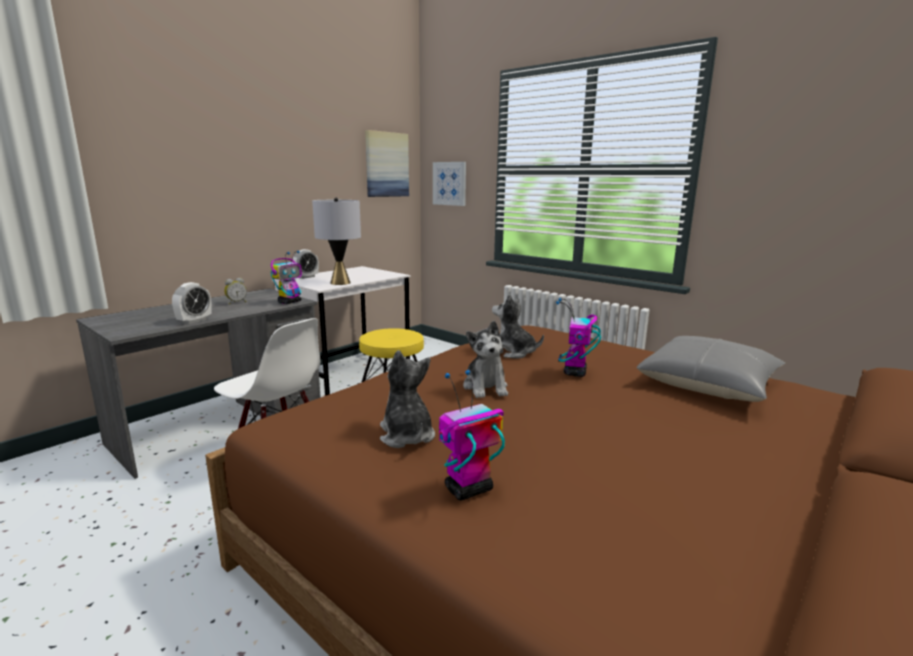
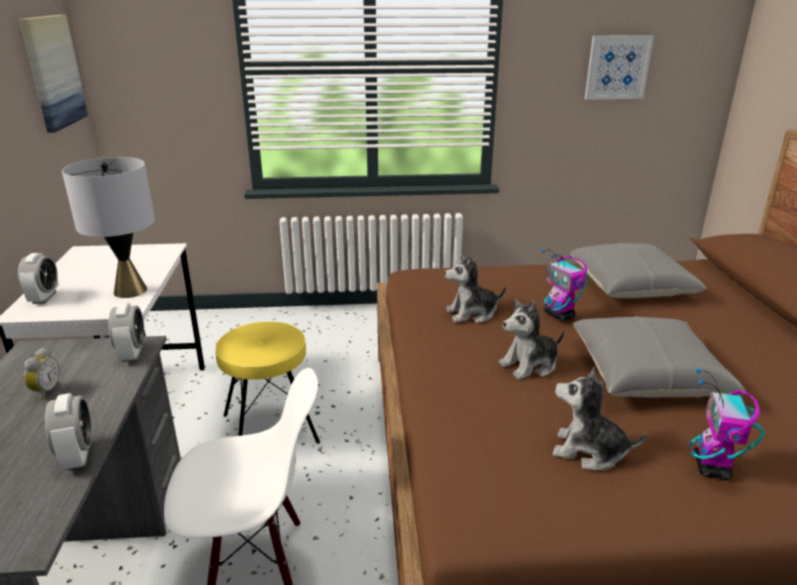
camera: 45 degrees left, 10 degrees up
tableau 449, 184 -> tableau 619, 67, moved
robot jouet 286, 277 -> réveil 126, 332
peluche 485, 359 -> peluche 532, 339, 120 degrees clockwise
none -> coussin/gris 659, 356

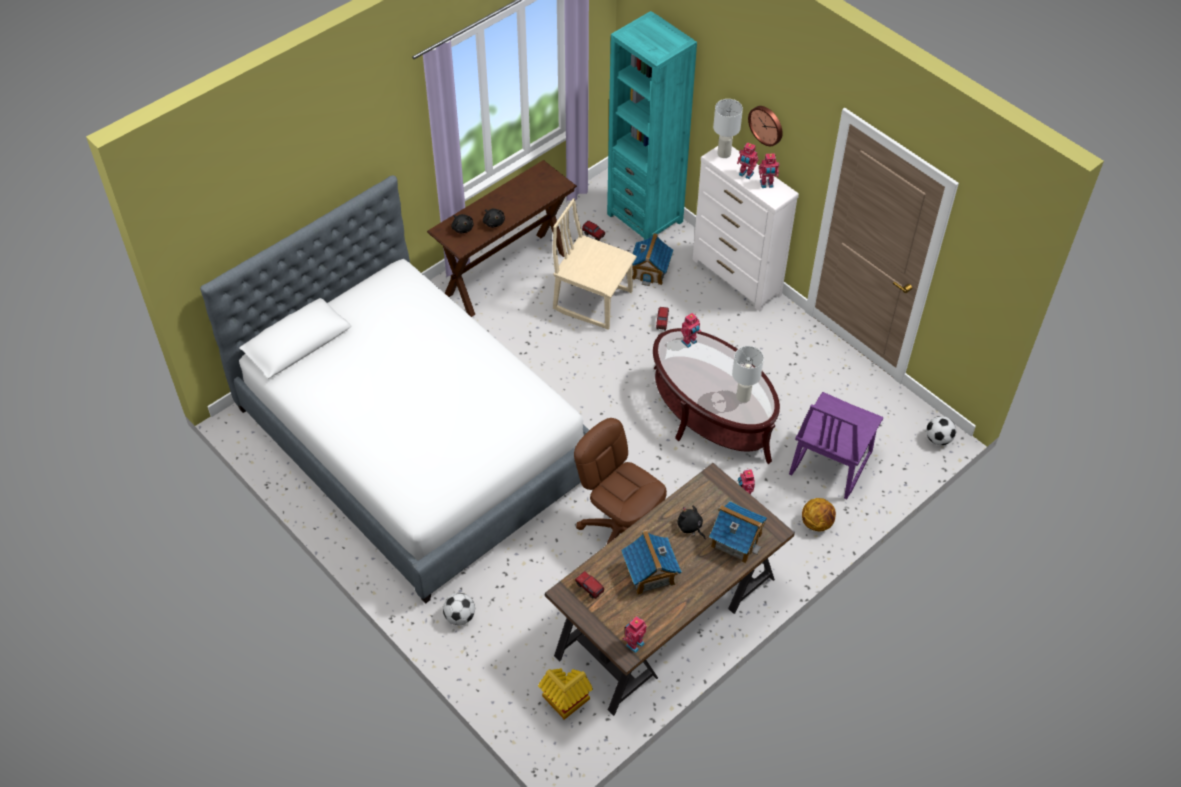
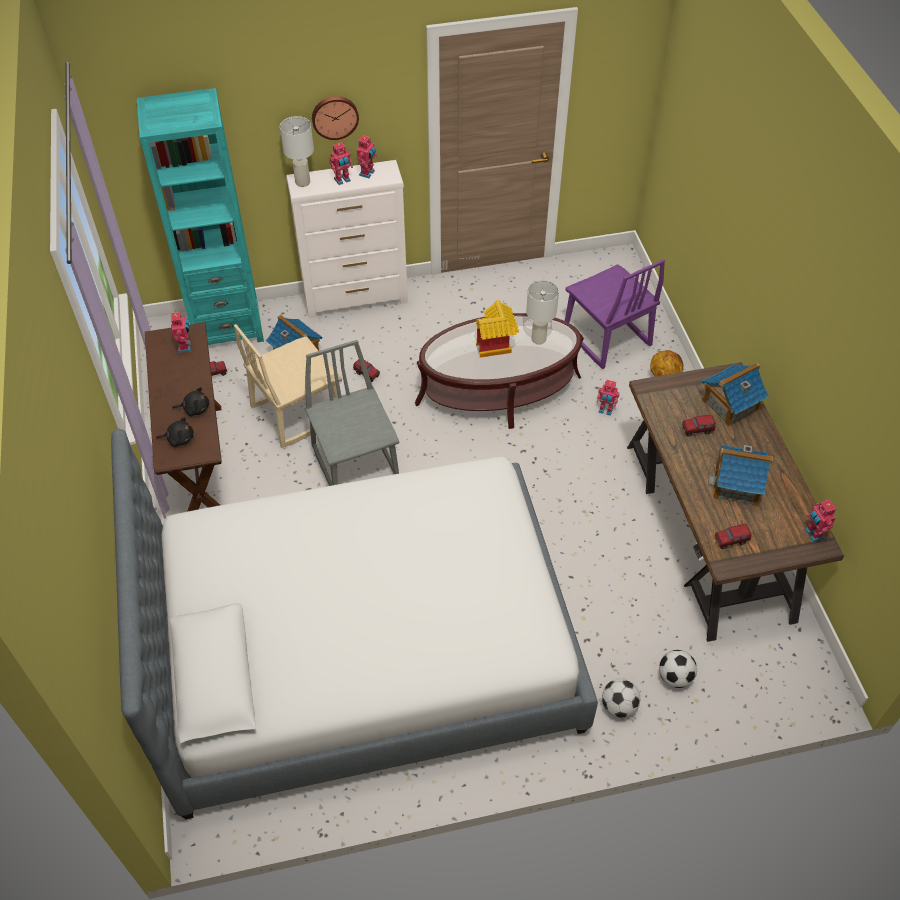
camera: 60 degrees left, 0 degrees up
robot jouet 691, 330 -> robot jouet 181, 332, moved
ballon de foot 941, 430 -> ballon de foot 678, 669, moved
chaise de bureau/marron 620, 481 -> none
peluche/noir 691, 522 -> camion jouet 699, 426
maison miniature 565, 694 -> maison miniature 497, 329, moved
none -> chaise/gris 352, 413

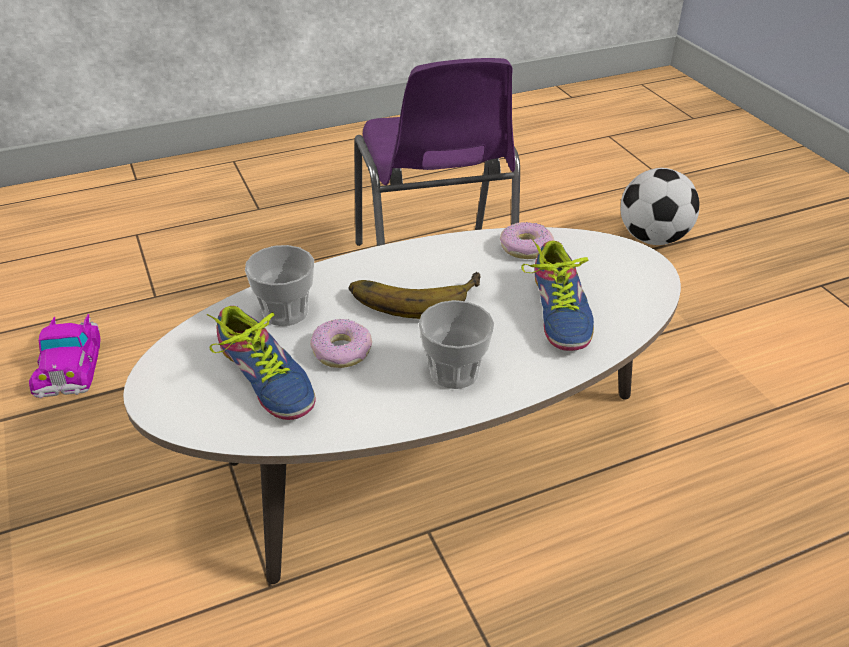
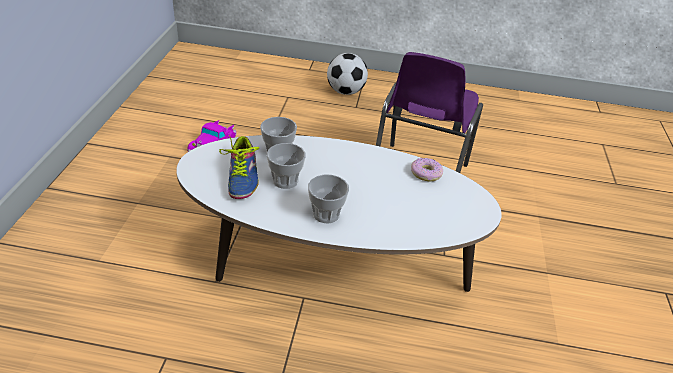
camera: 30 degrees right, 0 degrees up
ballon de foot 660, 206 -> ballon de foot 347, 74, moved
chaussure 557, 295 -> none
banane 415, 295 -> none
beignet 341, 343 -> tasse 286, 166

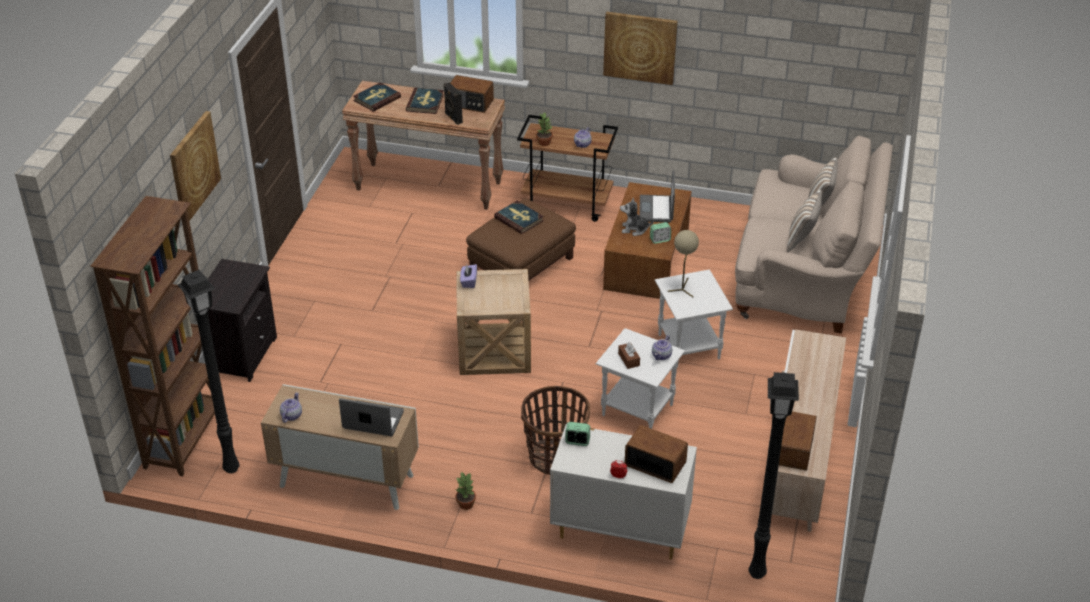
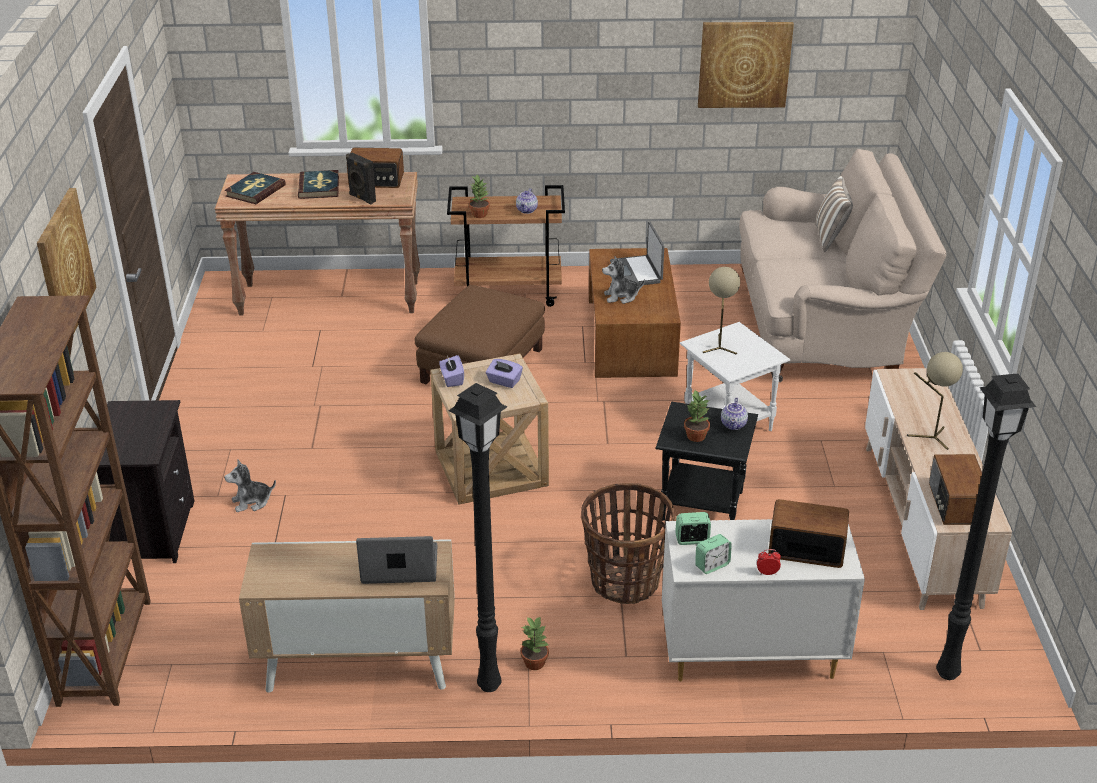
camera: 15 degrees left, 5 degrees down
tableau 640, 48 -> tableau 746, 65, moved
coussin 804, 221 -> none
livre 519, 217 -> none
réveil 660, 233 -> réveil 713, 554, moved
lampadaire/noir 209, 371 -> lampadaire/noir 477, 537, moved
table d'appoint/blanc 640, 378 -> table d'appoint/noir 707, 461
boîte à mouchoirs/marron 629, 355 -> plante en pot 697, 416
théière 291, 407 -> none
none -> lampe de table/beige 935, 401
none -> boîte à mouchoirs/violet 504, 373
none -> peluche 250, 486

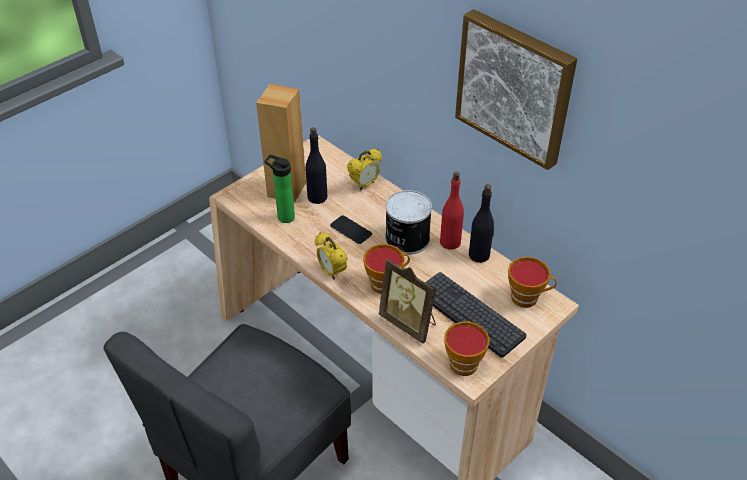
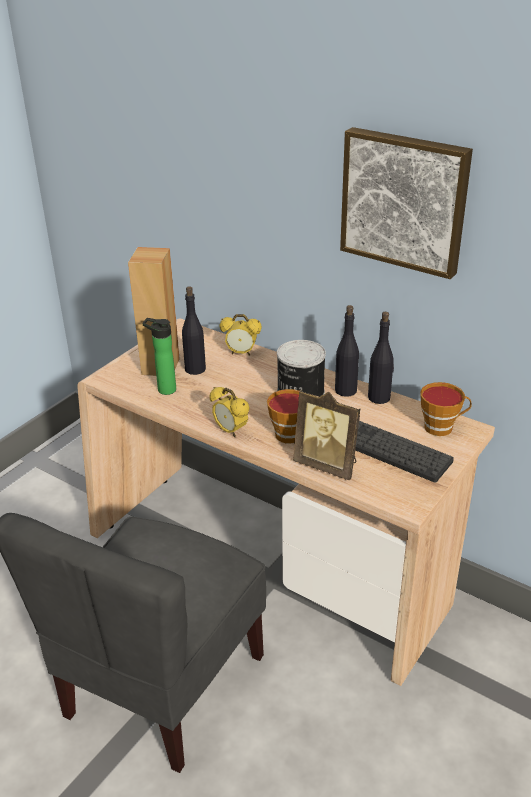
camera: 10 degrees left, 10 degrees down
réveil 364, 169 -> réveil 241, 335, 60 degrees clockwise
bouteille/rouge 452, 211 -> bouteille/noir 347, 351
téléphone 351, 229 -> none
tasse 466, 348 -> none

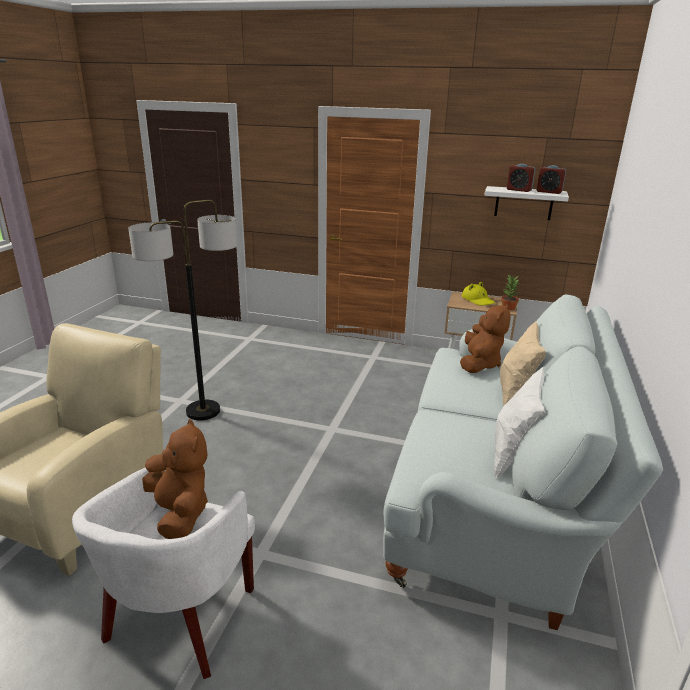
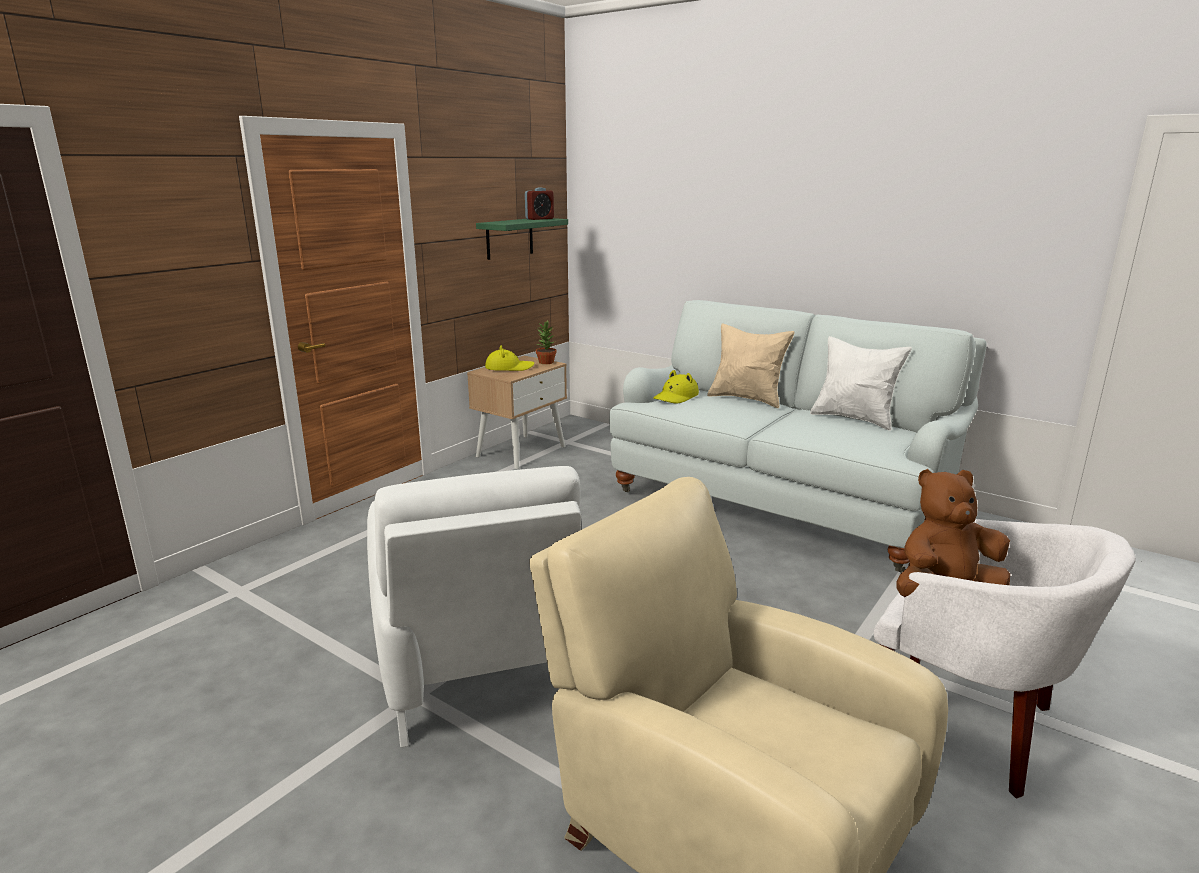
camera: 70 degrees left, 5 degrees down
réveil 521, 178 -> none
étagère/blanc 526, 203 -> étagère/vert 522, 239
lampadaire 182, 310 -> fauteuil/blanc 474, 607
peluche/marron 485, 338 -> chapeau/jaune 676, 387

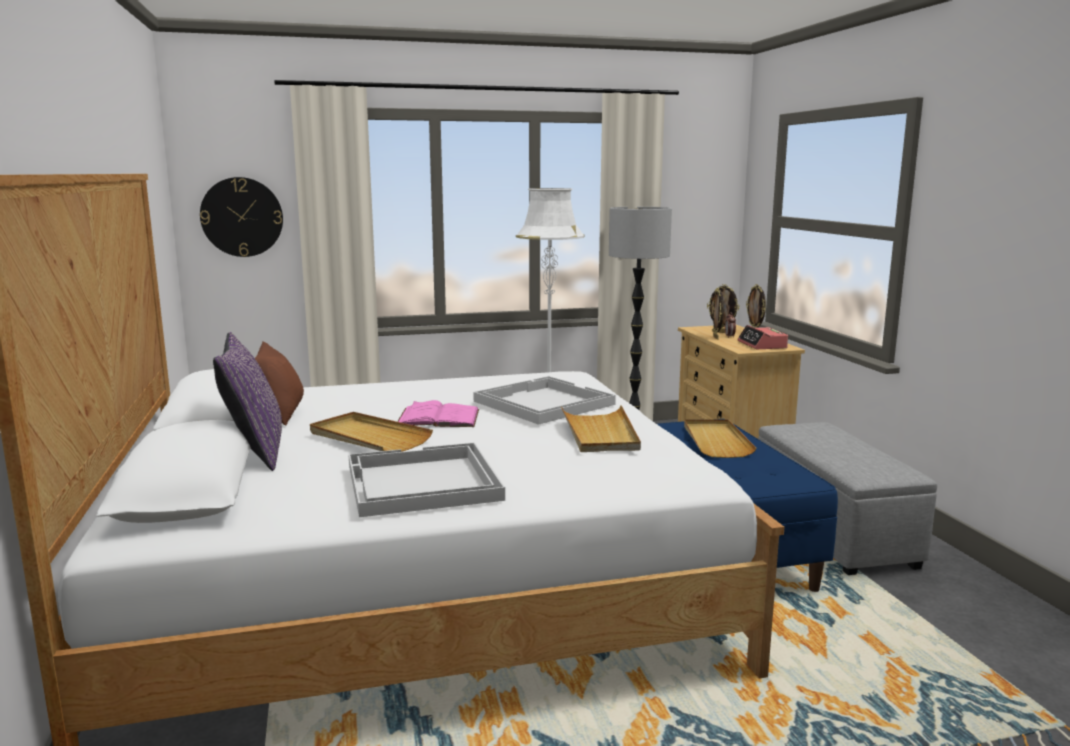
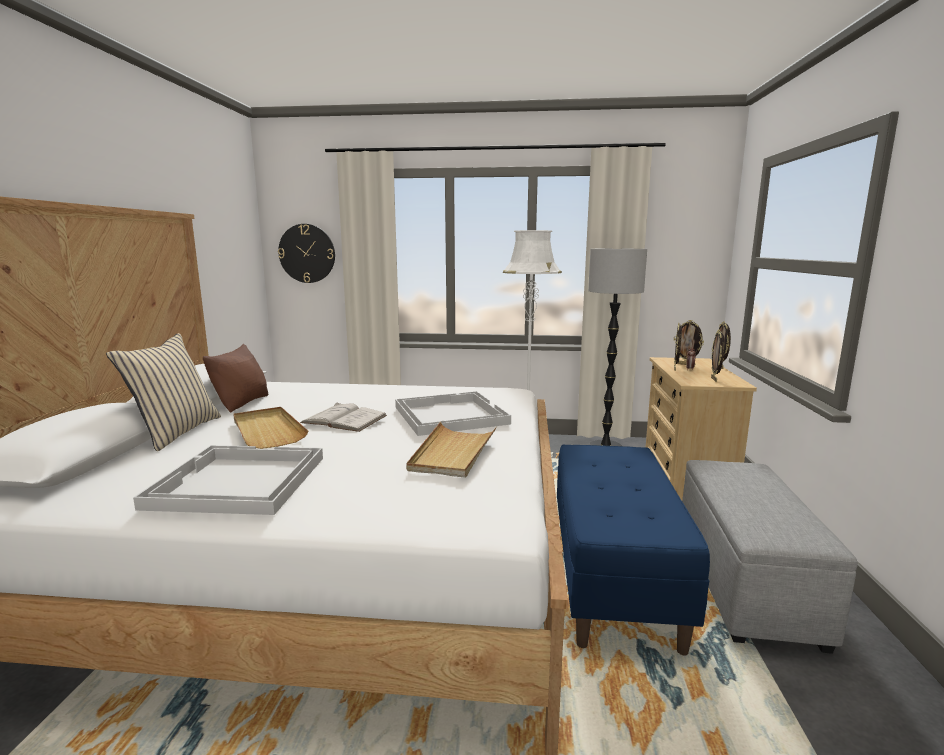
camera: 20 degrees right, 0 degrees up
réveil 763, 337 -> cadre photo 718, 355
coussin/violet 247, 401 -> coussin/beige 163, 392
livre/rose 438, 413 -> livre/blanc 343, 417
plateau/beige 720, 438 -> none

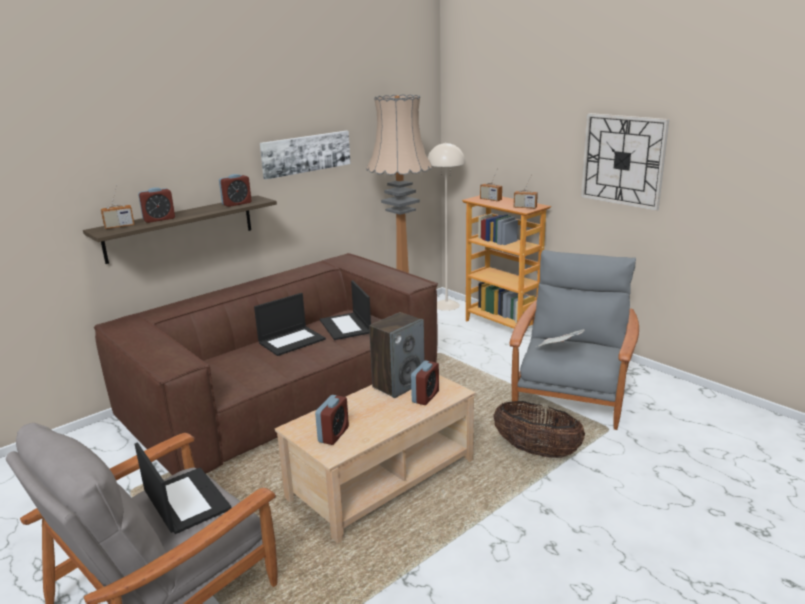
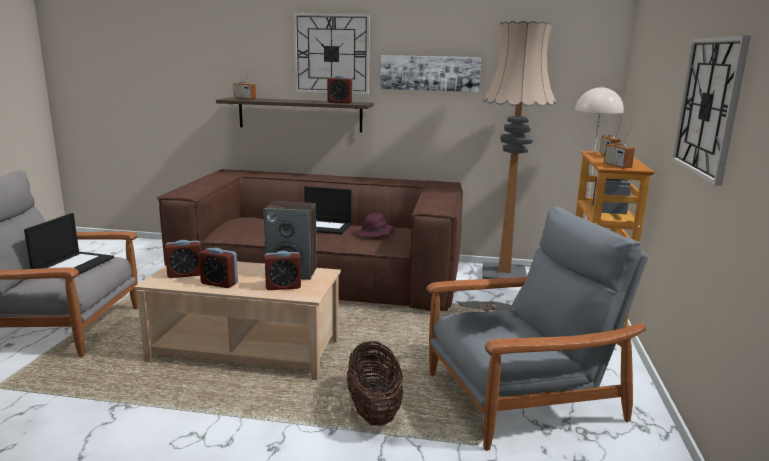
camera: 50 degrees right, 5 degrees down
réveil 156, 205 -> réveil 218, 268, moved
ordinateur portable 345, 310 -> chapeau/violet 375, 225
none -> horloge murale 331, 54

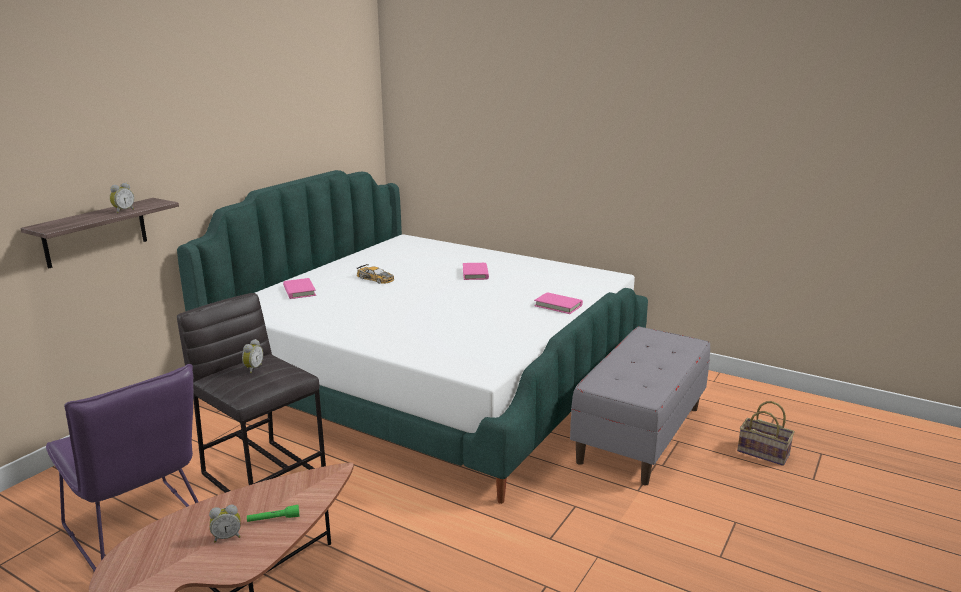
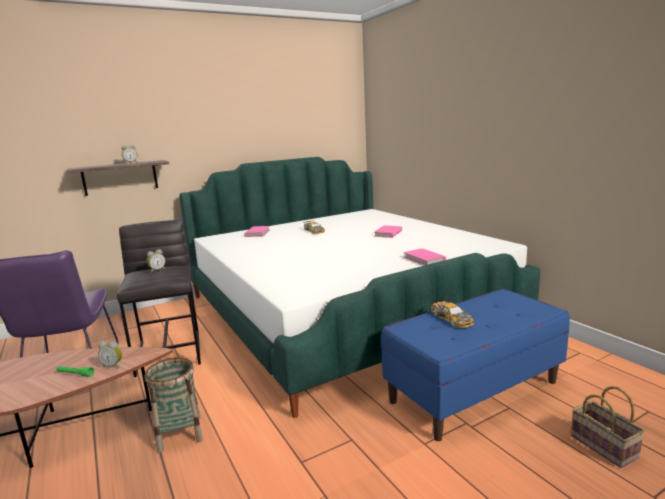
camera: 30 degrees right, 5 degrees down
banc/gris 640, 406 -> banc/bleu 475, 365
réveil 225, 523 -> réveil 110, 354, moved
none -> petite voiture 452, 313
none -> panier 173, 405

